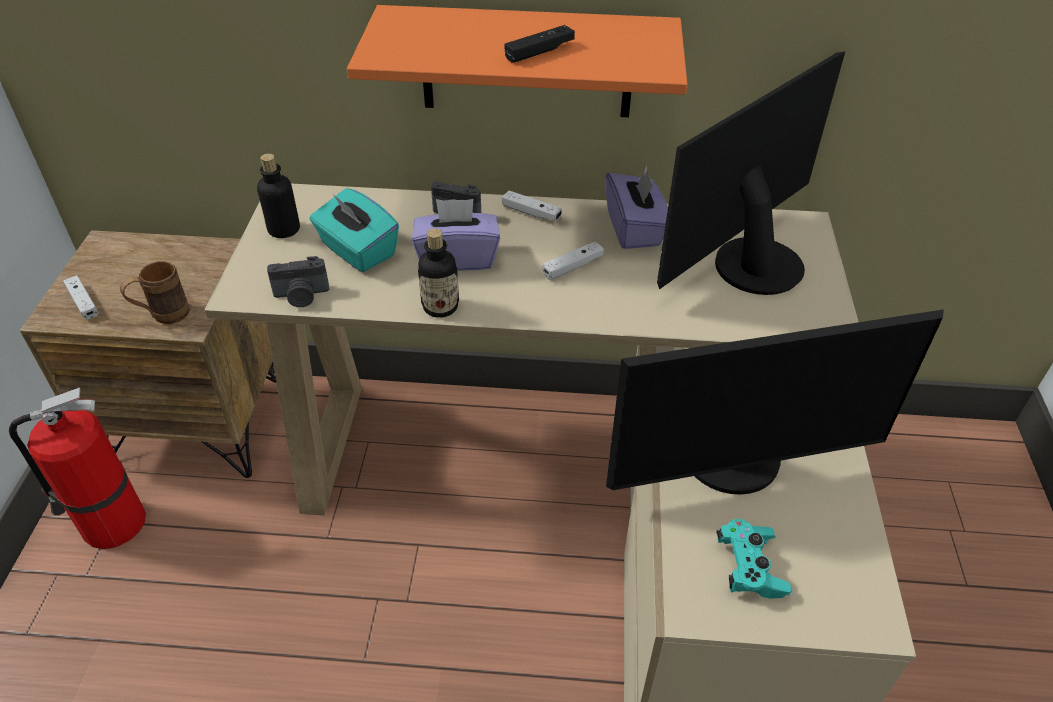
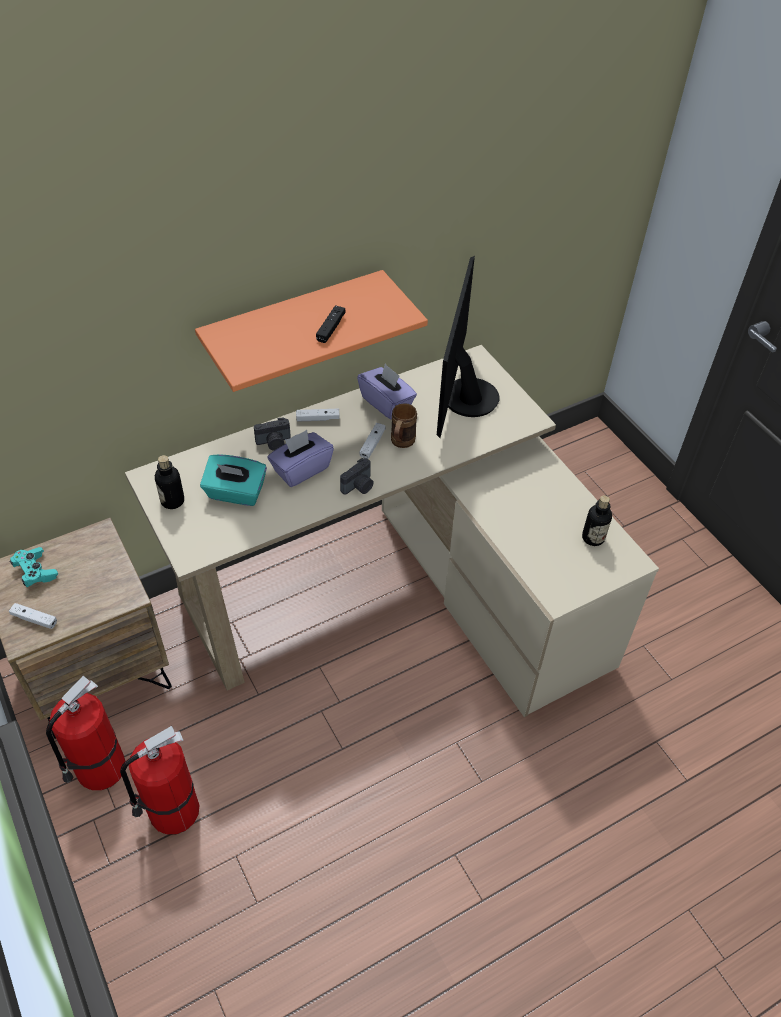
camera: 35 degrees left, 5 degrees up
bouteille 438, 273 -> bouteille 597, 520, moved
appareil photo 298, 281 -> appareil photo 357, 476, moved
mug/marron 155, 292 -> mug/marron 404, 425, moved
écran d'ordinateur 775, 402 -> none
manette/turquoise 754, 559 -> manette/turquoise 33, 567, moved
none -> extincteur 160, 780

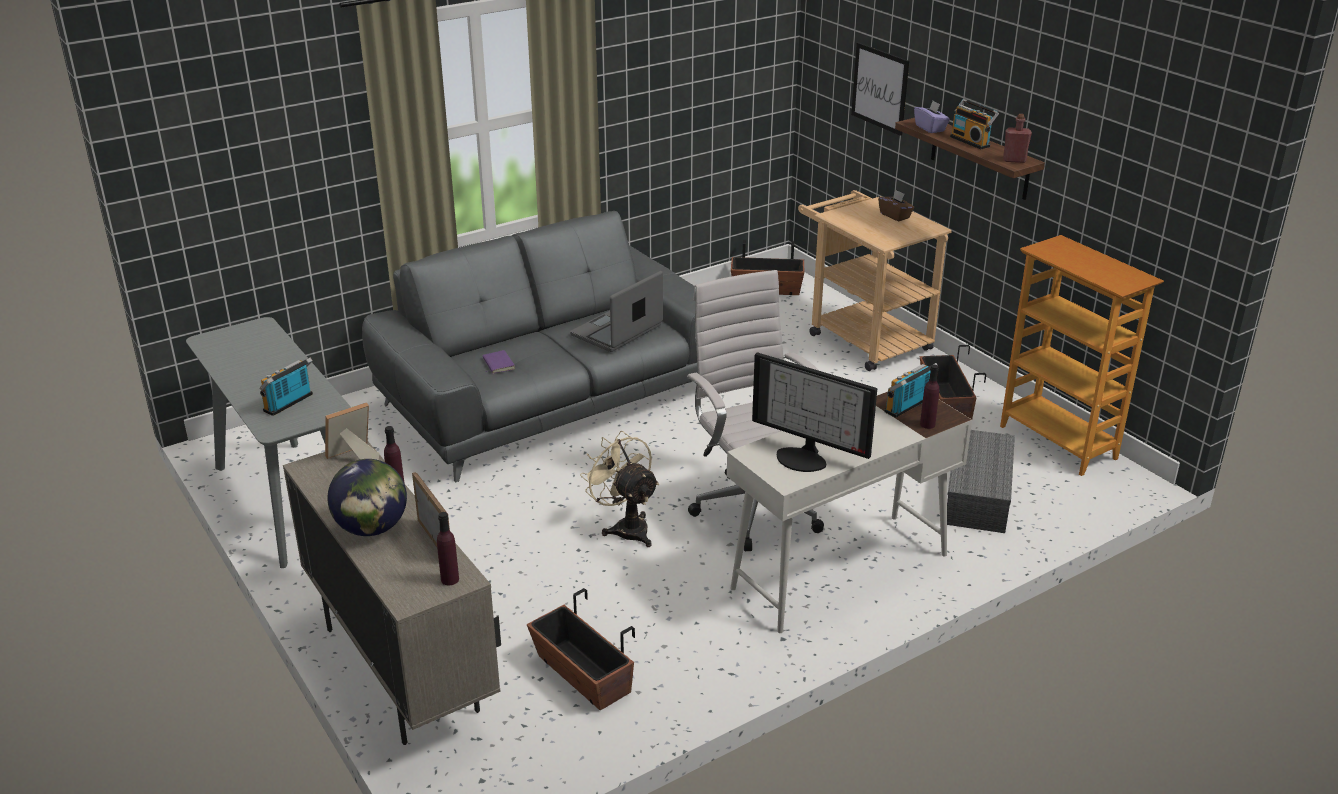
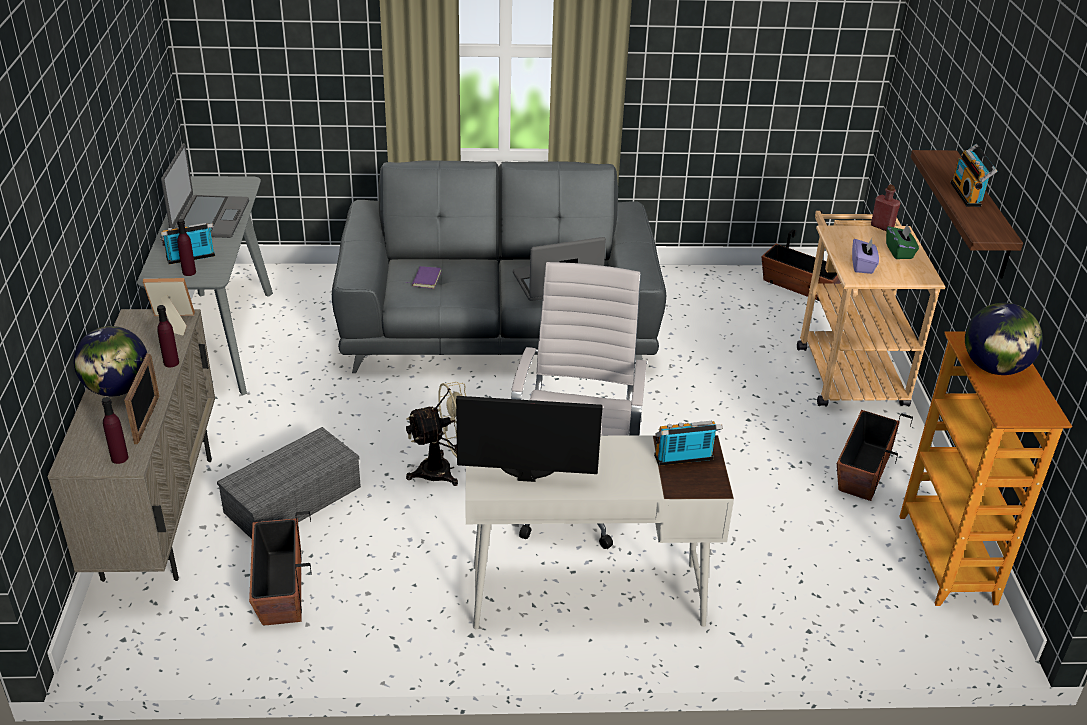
camera: 30 degrees right, 5 degrees up
tableau 880, 89 -> none
boîte à mouchoirs/violet 932, 117 -> boîte à mouchoirs/violet 865, 256, moved
bouteille/rouge 1017, 138 -> bouteille/rouge 885, 207, moved
boîte à mouchoirs/marron 896, 205 -> boîte à mouchoirs/vert 902, 241
écran d'ordinateur 814, 412 -> écran d'ordinateur 529, 439, 120 degrees clockwise
bouteille/violet 929, 397 -> bouteille/violet 186, 247, moved
boîte de rangement/gris 981, 481 -> boîte de rangement/gris 289, 483, moved
ventilateur/beige 619, 489 -> ventilateur/beige 436, 434, 75 degrees clockwise
none -> ordinateur portable 205, 190
none -> globe 1004, 339

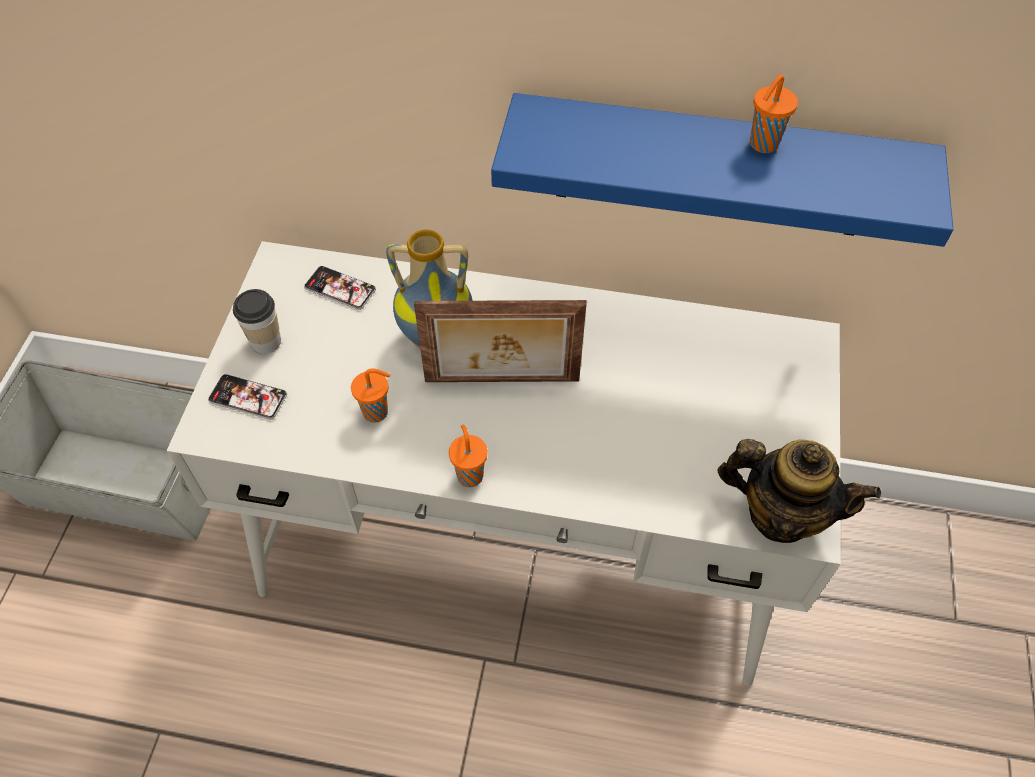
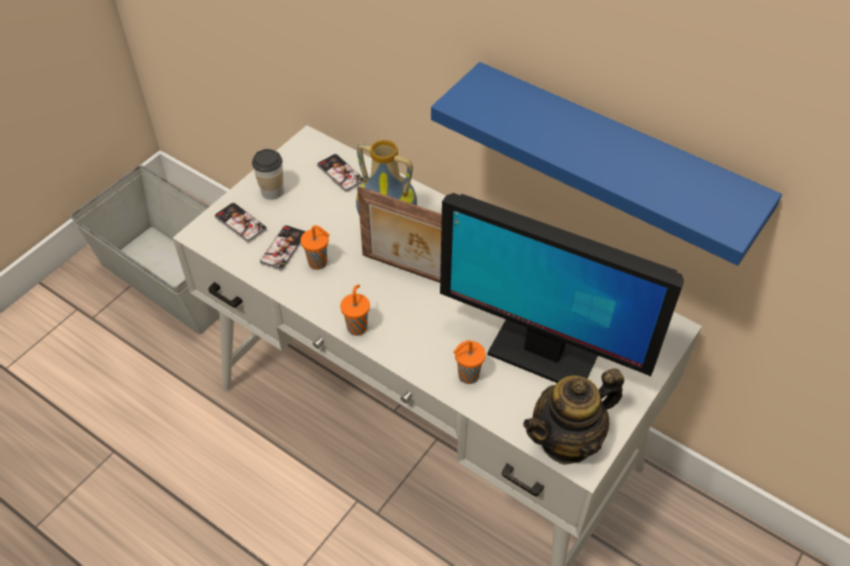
camera: 25 degrees right, 5 degrees down
tasse/orange 774, 114 -> tasse/orange 469, 362, moved
théière 799, 491 -> théière 573, 416, 105 degrees clockwise
none -> écran d'ordinateur 562, 288
none -> téléphone 283, 248

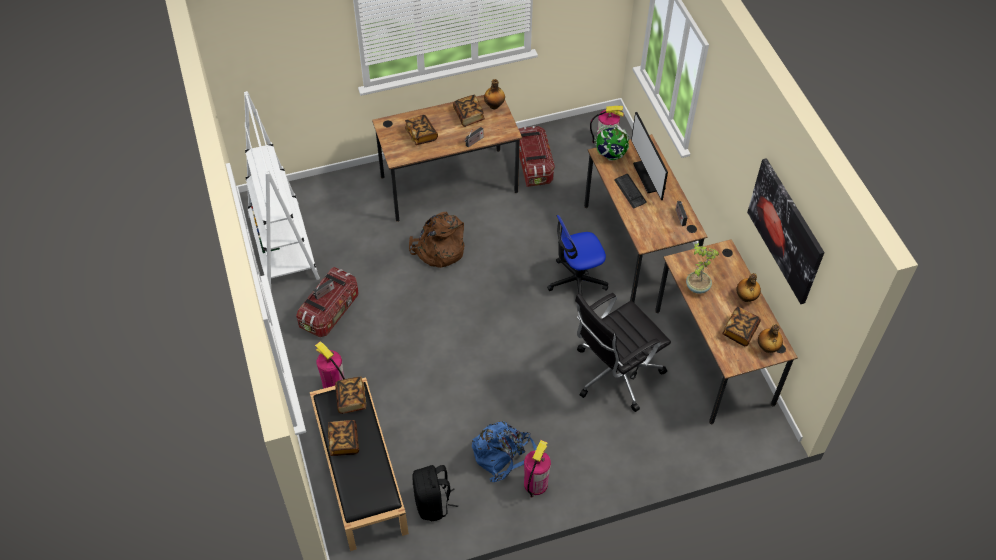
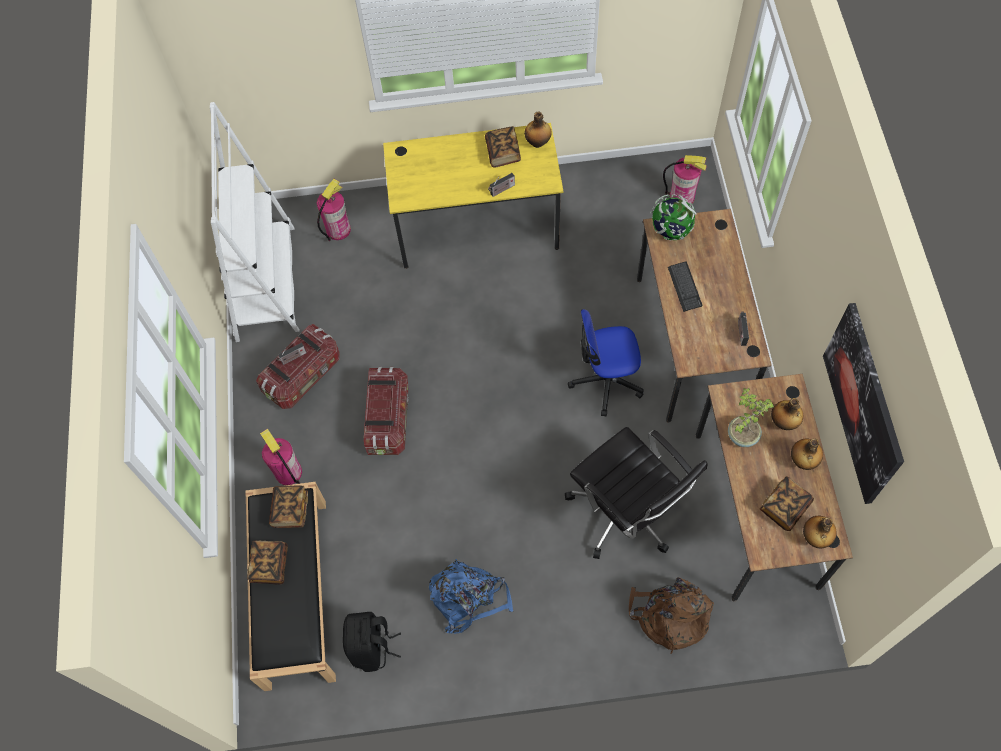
camera: 15 degrees right, 10 degrees up
bureau/marron 447, 158 -> bureau/jaune 473, 196
écran d'ordinateur 649, 156 -> none
livre 421, 130 -> none
boîte de rangement 537, 156 -> boîte de rangement 386, 411, moved
sac à dos/marron 437, 240 -> sac à dos/marron 671, 615, moved
chaise de bureau/noir 623, 352 -> chaise de bureau/noir 636, 493, 105 degrees counterclockwise
extincteur 537, 469 -> extincteur 334, 210, moved
none -> bouteille 787, 414

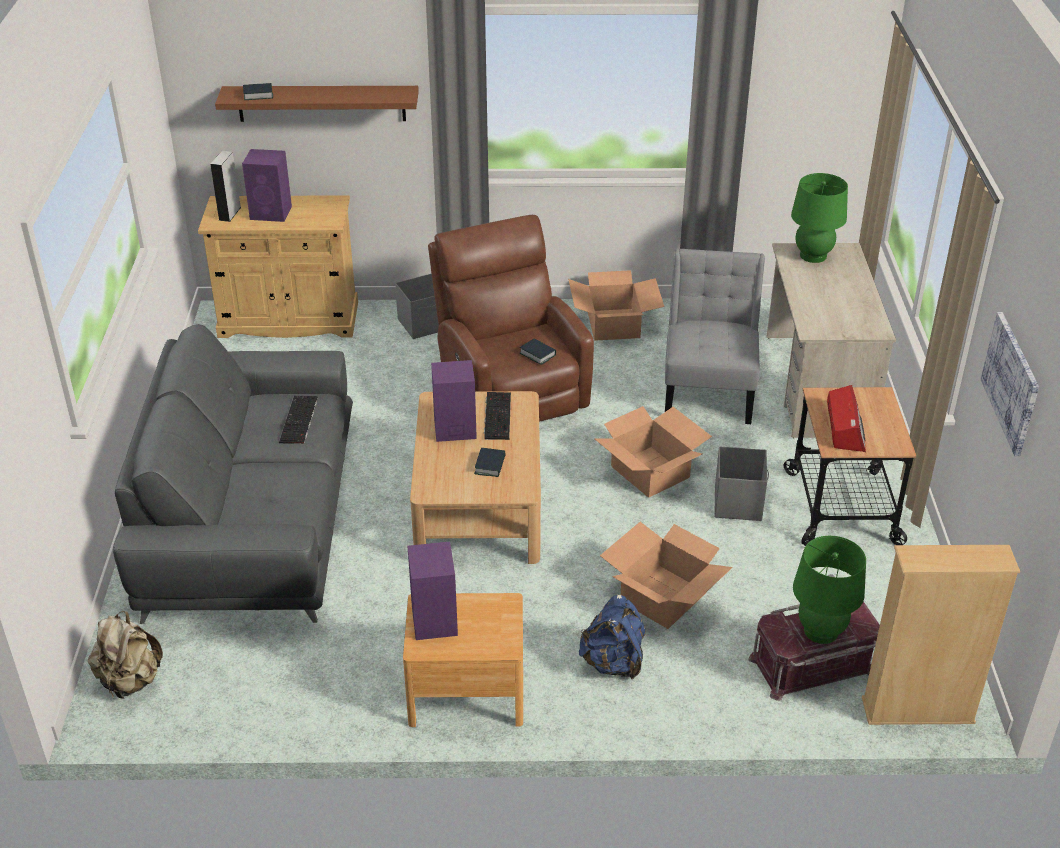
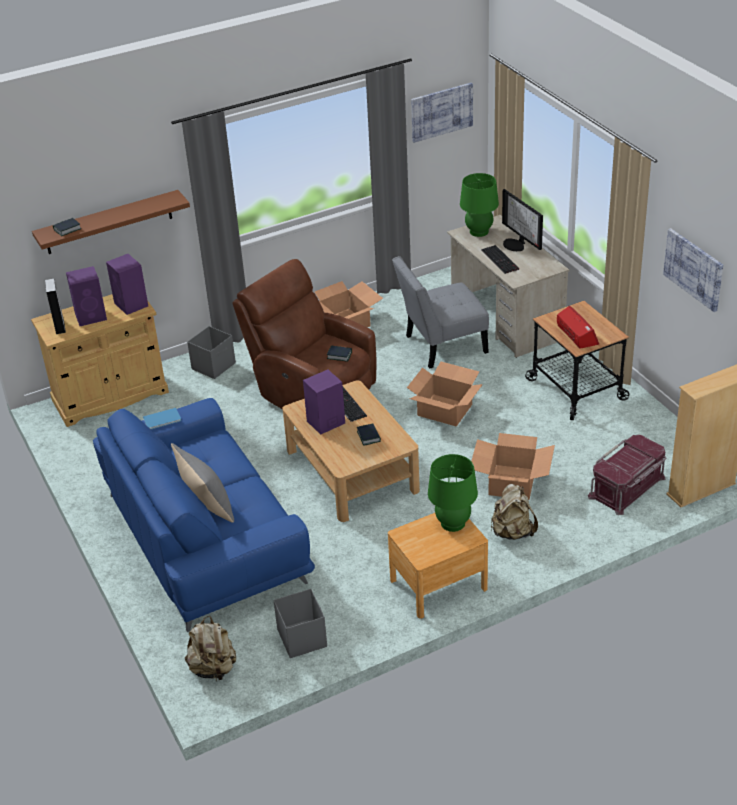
camera: 25 degrees left, 0 degrees up
chaise/gris 715, 336 -> chaise/gris 440, 312, 90 degrees counterclockwise
canapé/gris 233, 474 -> canapé/bleu 204, 515
clavier 298, 420 -> clavier 500, 259, moved
boîte de rangement/gris 742, 483 -> boîte de rangement/gris 300, 623, moved
lampe de table/vert 829, 590 -> lampe de table/vert 453, 493, moved
enceinte/violet 432, 591 -> enceinte/violet 127, 284, moved
sac à dos/bleu 612, 637 -> sac à dos/beige 514, 512
none -> tableau 442, 112
none -> écran d'ordinateur 522, 220
none -> livre/bleu 162, 418
none -> coussin/gris 202, 483

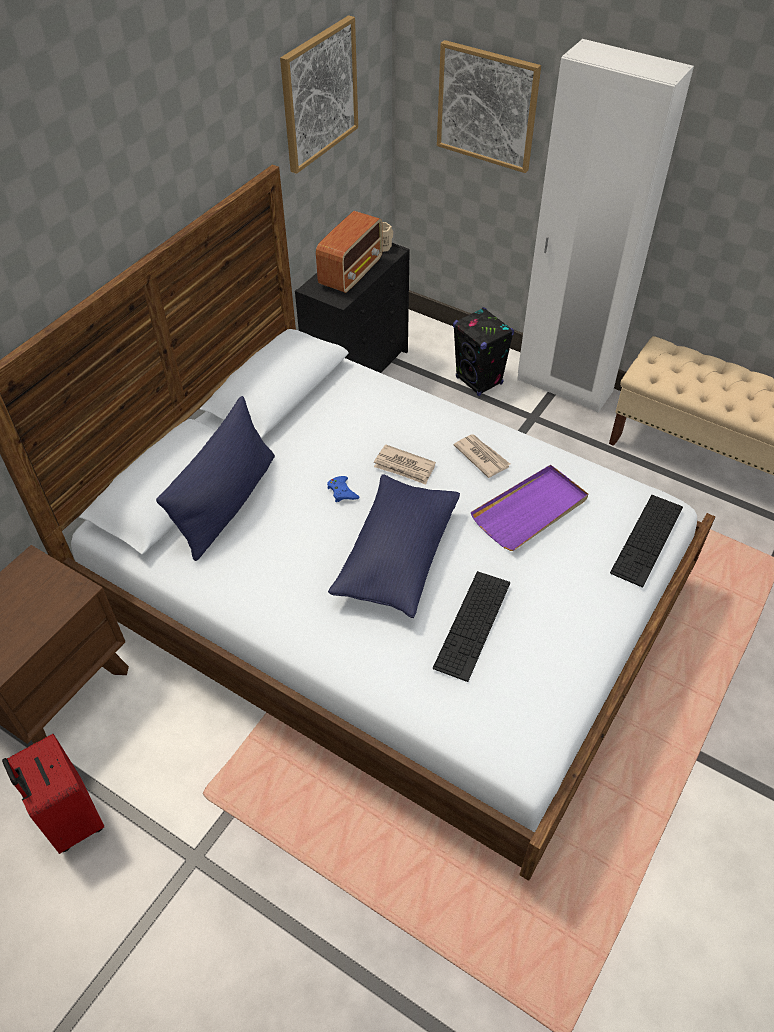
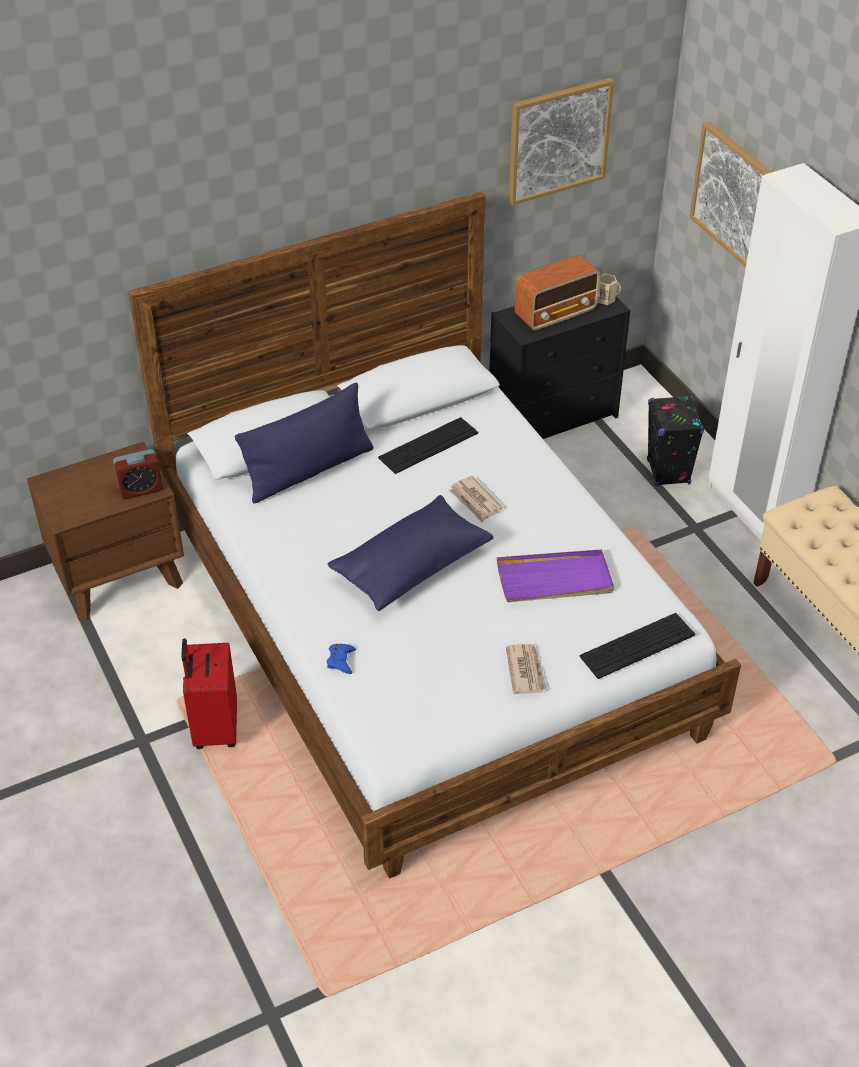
camera: 30 degrees right, 5 degrees down
journal 482, 456 -> journal 526, 669, moved
manette/bleu 343, 489 -> manette/bleu 341, 659, moved
clavier 471, 626 -> clavier 428, 445, moved
valise/rouge 53, 794 -> valise/rouge 209, 694, moved
none -> réveil 138, 474

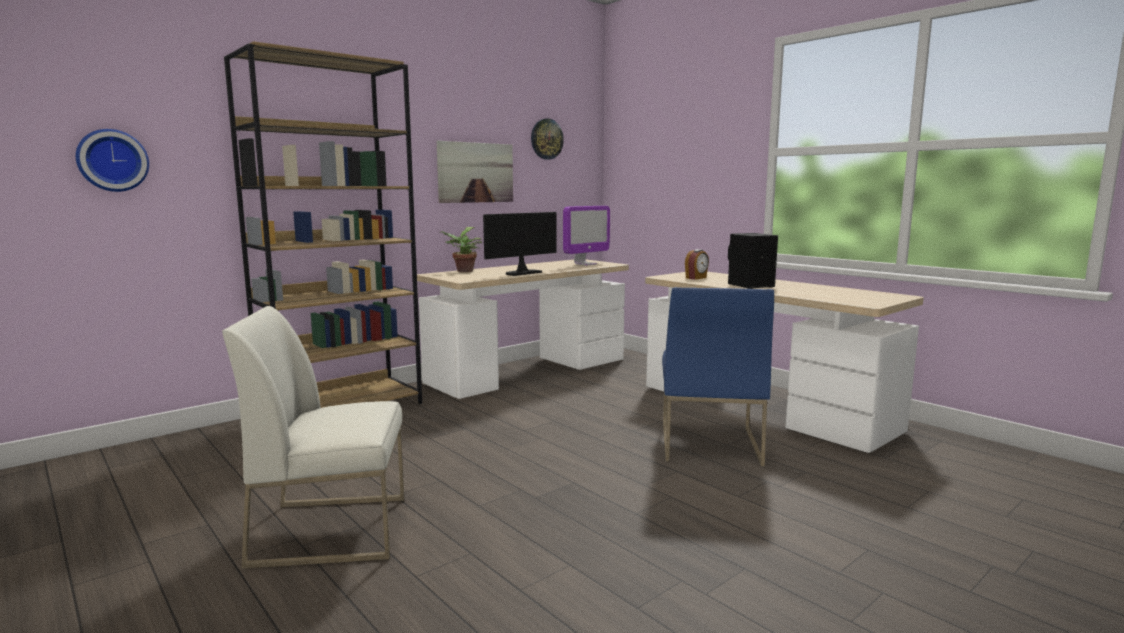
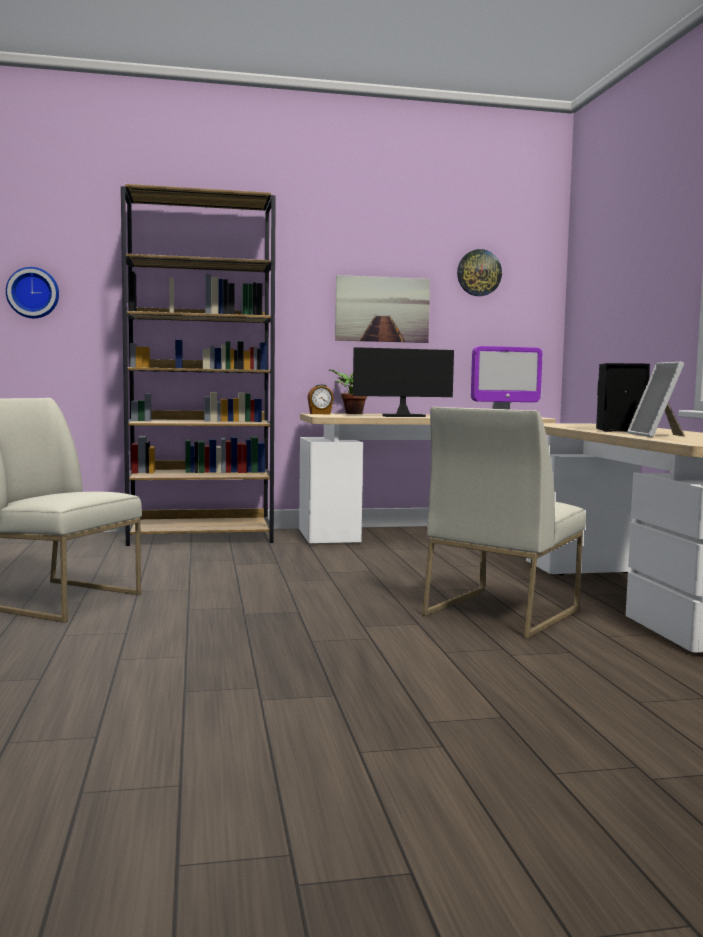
camera: 30 degrees right, 5 degrees down
réveil 697, 264 -> réveil 320, 399, moved
chaise/bleu 718, 376 -> chaise/blanc 504, 523
none -> cadre photo 656, 399

